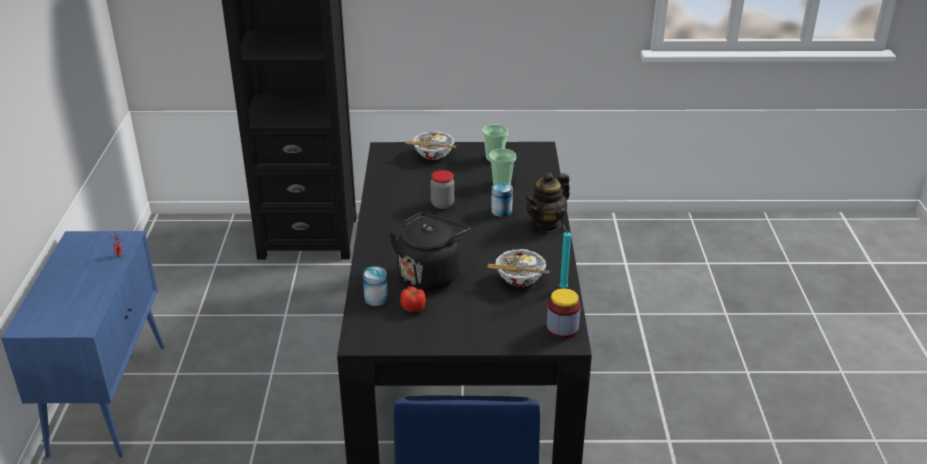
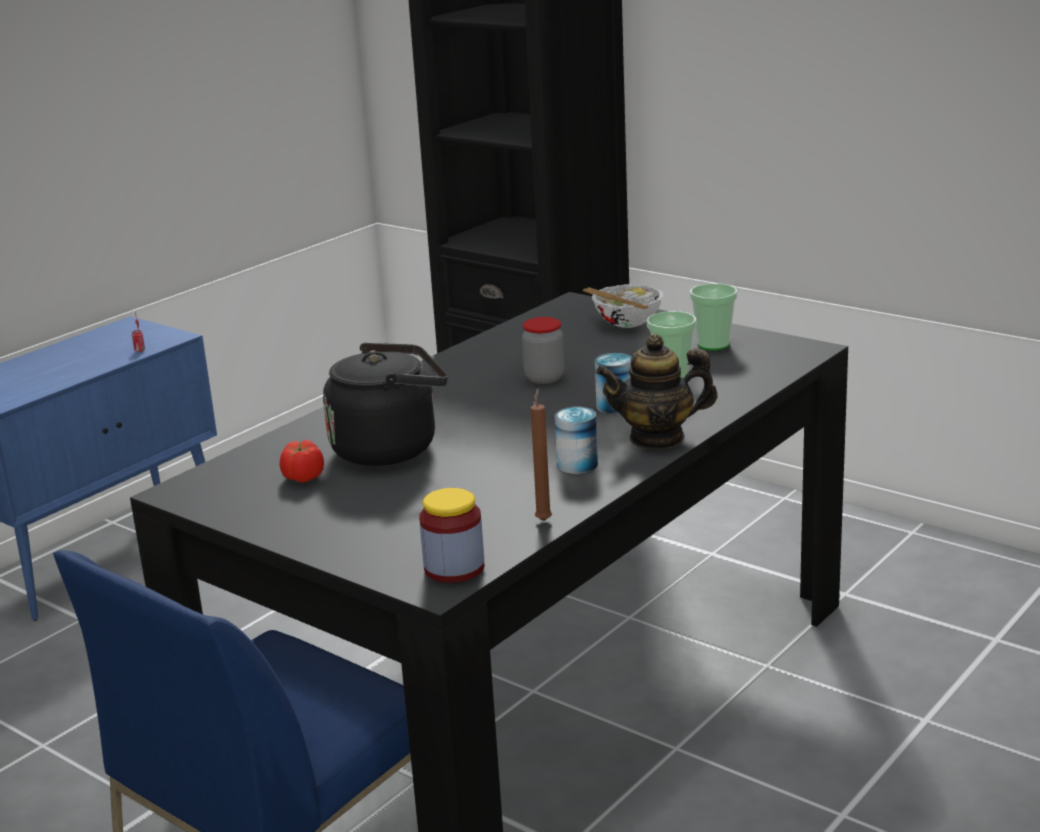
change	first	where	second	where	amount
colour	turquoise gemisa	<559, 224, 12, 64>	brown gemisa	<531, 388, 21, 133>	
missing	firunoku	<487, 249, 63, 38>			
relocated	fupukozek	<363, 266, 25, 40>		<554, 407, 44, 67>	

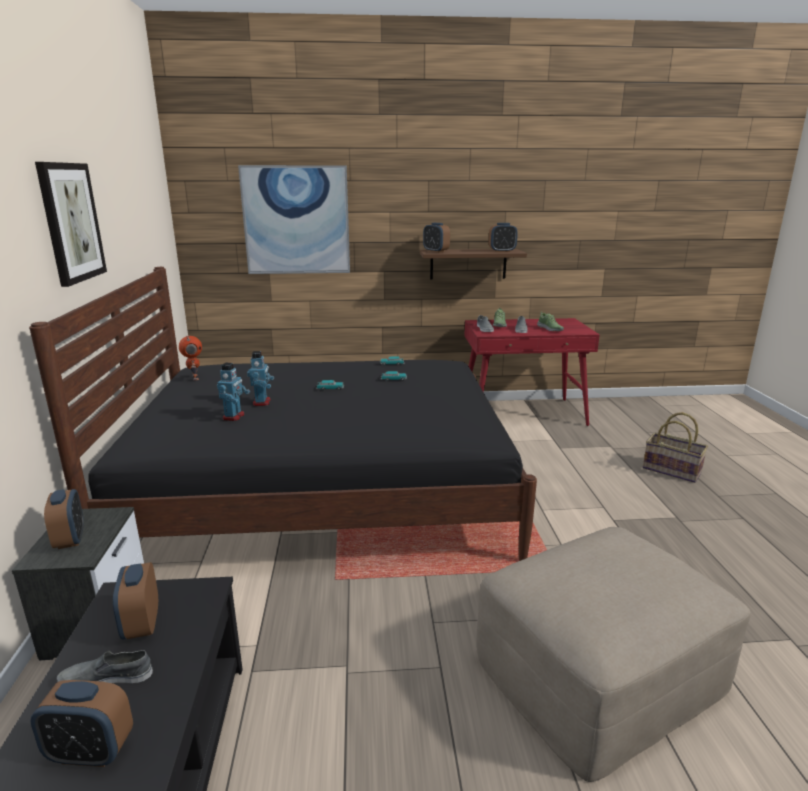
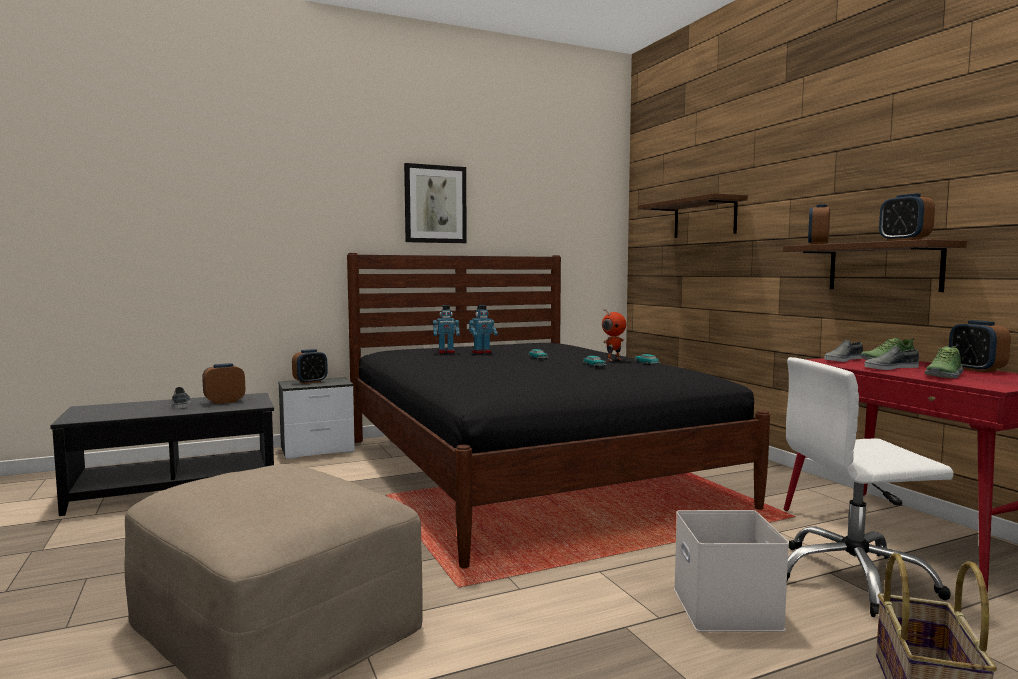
change	first	where	second	where	amount
exchanged	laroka	<238, 165, 112, 109>	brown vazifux	<638, 193, 110, 45>	
relocated	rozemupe	<179, 336, 23, 44>		<602, 309, 24, 52>	
relocated	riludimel	<30, 680, 103, 87>		<949, 320, 62, 52>	
appeared			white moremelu	<786, 357, 168, 260>	
appeared			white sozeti	<674, 510, 115, 122>	

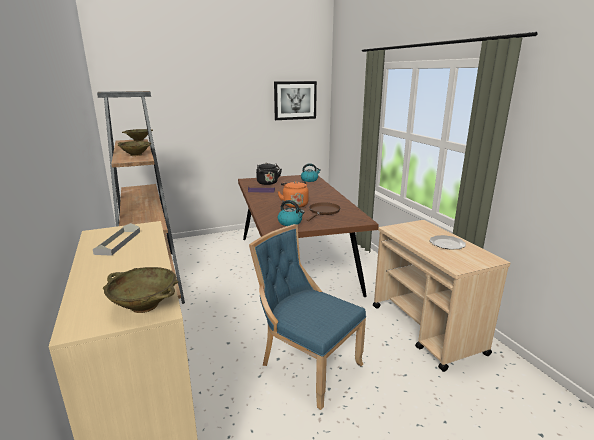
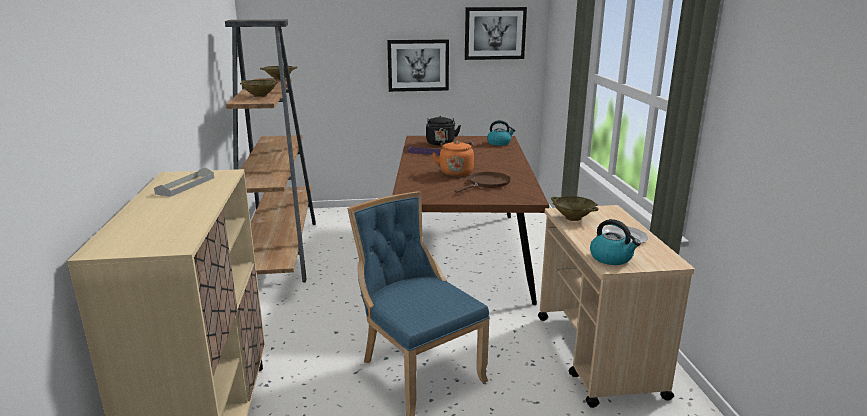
change	first	where	second	where	amount
relocated	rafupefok	<277, 200, 28, 26>		<590, 219, 51, 46>	
relocated	beige firunoku	<103, 267, 76, 46>		<551, 196, 48, 25>	
appeared			laroka	<387, 39, 62, 53>	

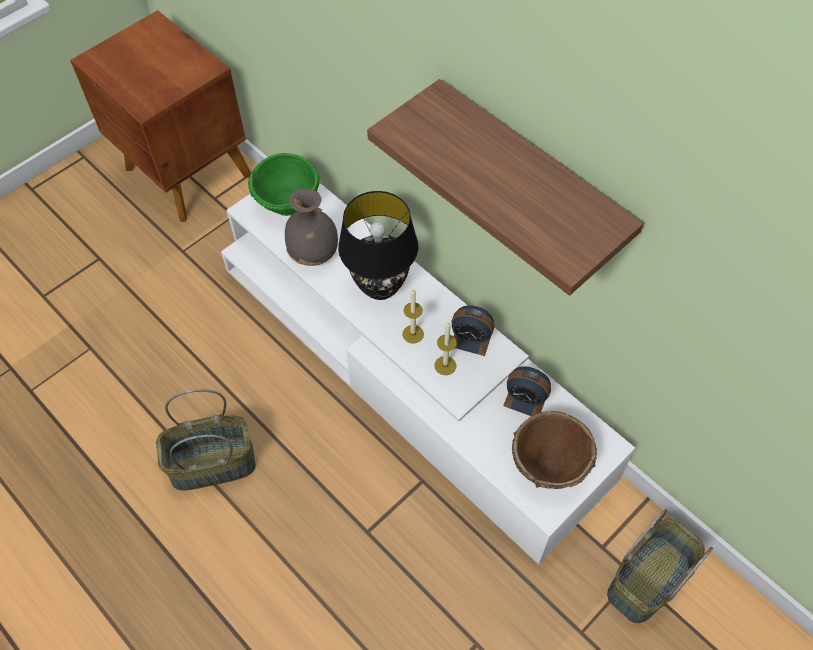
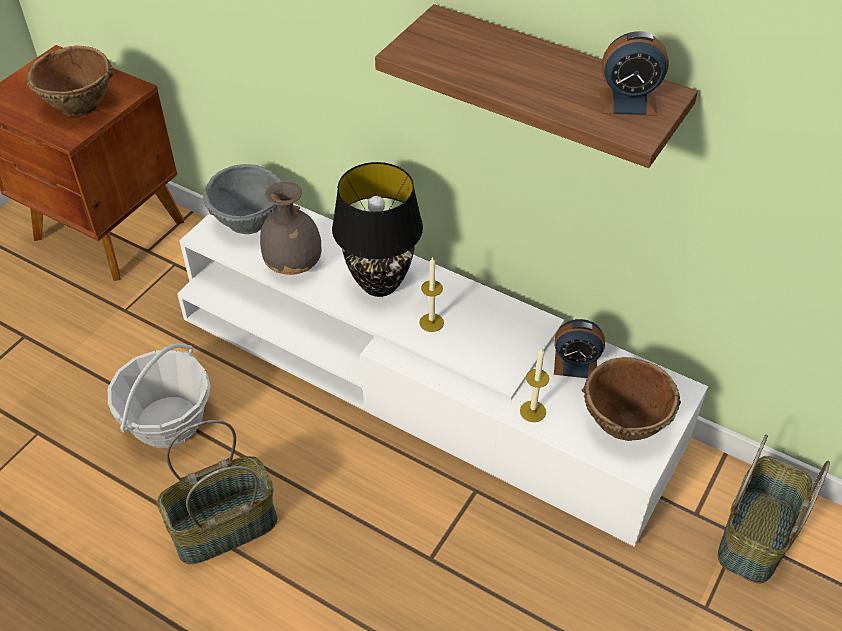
change	first	where	second	where	amount
colour	green firunoku	<248, 153, 72, 63>	grey firunoku	<203, 164, 78, 70>	
relocated	riludimel	<451, 305, 43, 51>		<600, 31, 69, 85>	
relocated	gemisa	<434, 322, 23, 53>		<520, 348, 29, 74>	
appeared			brown firunoku	<26, 45, 87, 72>	
appeared			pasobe	<108, 343, 103, 105>	

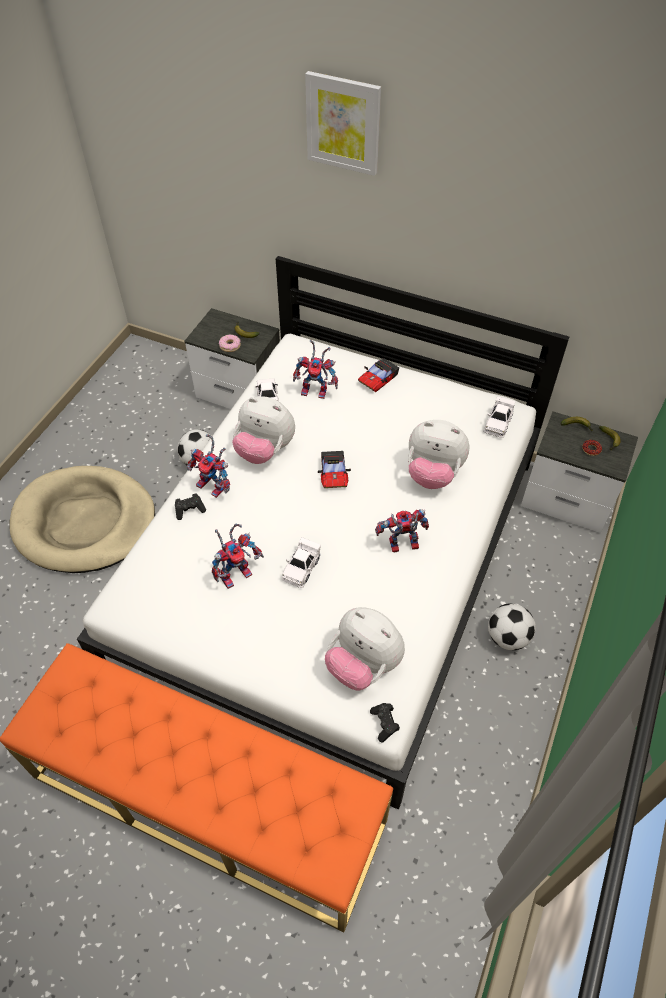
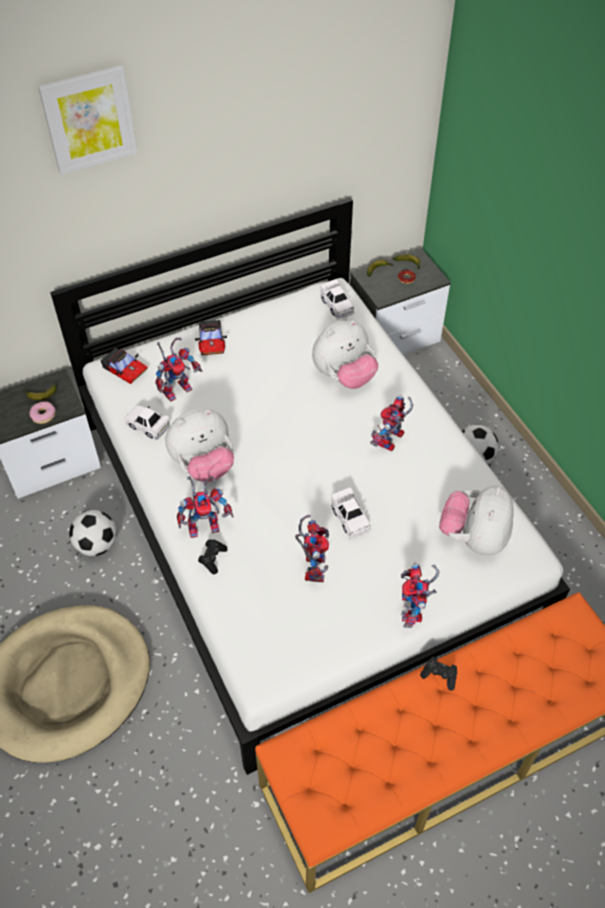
change	first	where	second	where	amount
relocated	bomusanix	<318, 451, 33, 37>		<101, 348, 47, 36>	
spun	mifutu	<325, 607, 80, 84>		<439, 486, 75, 69>	120 degrees clockwise
relocated	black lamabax	<370, 703, 30, 40>		<420, 656, 37, 35>	
appeared			rozemupe	<401, 562, 38, 66>	

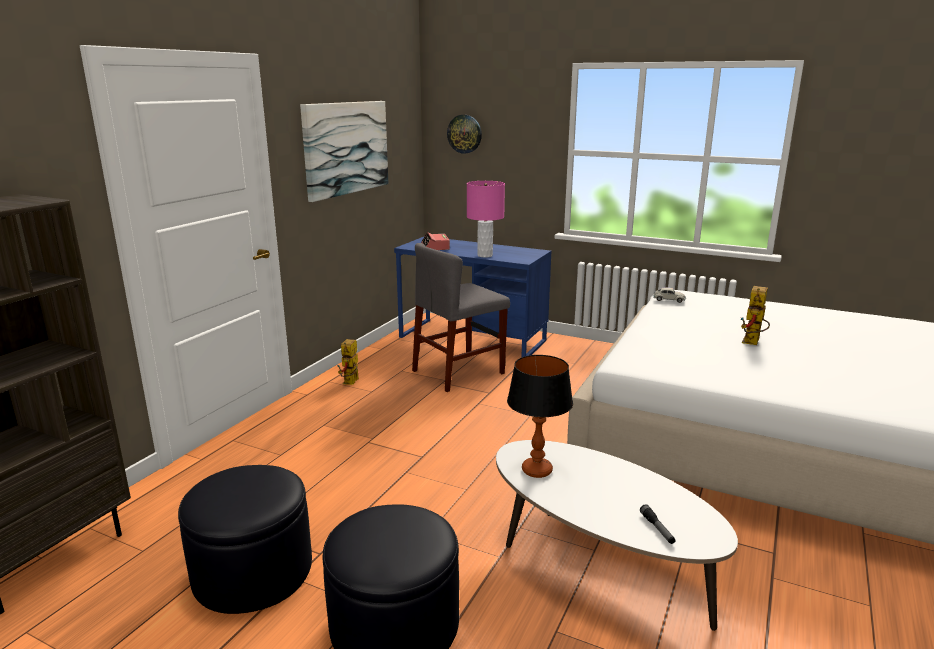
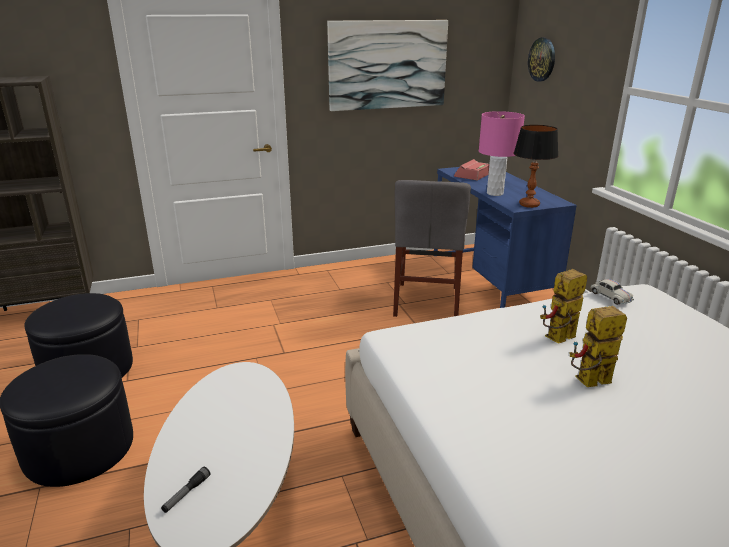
change	first	where	second	where	amount
spun	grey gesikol	<412, 243, 98, 149>		<393, 180, 78, 137>	90 degrees counterclockwise
relocated	rozemupe	<337, 339, 22, 46>		<540, 269, 47, 75>	
relocated	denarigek	<507, 355, 66, 123>		<514, 125, 44, 83>	

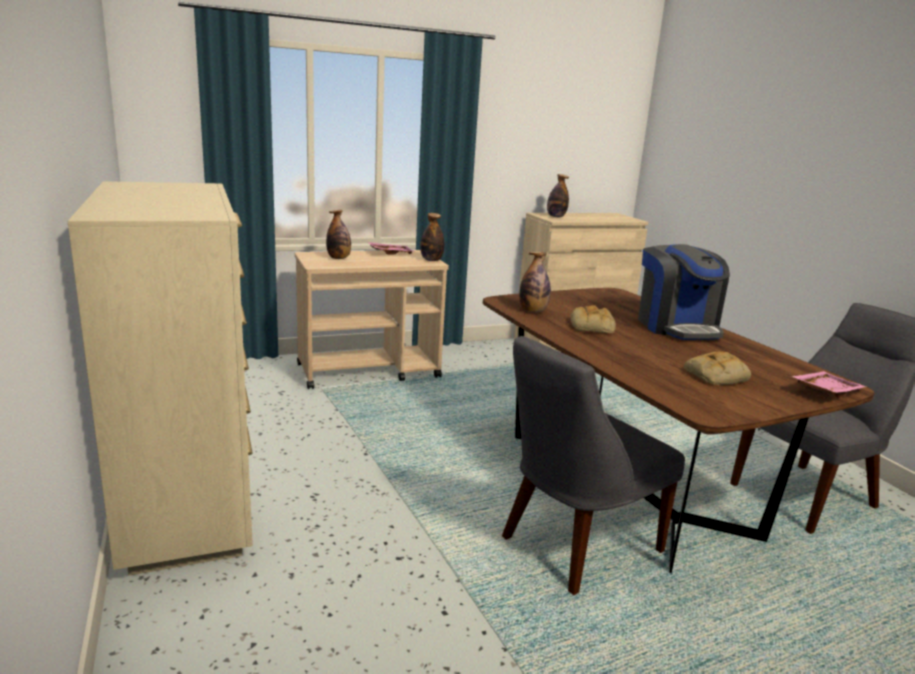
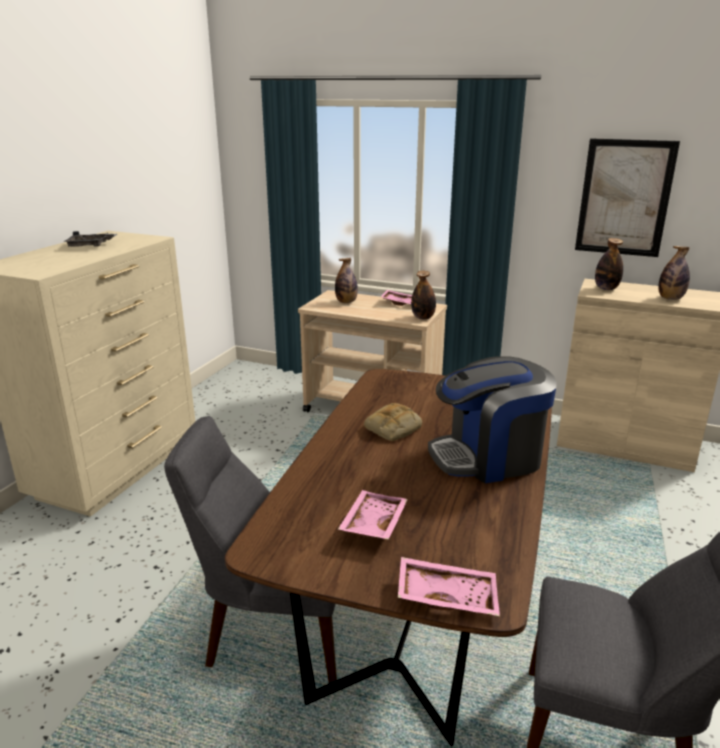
change	first	where	second	where	amount
spun	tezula	<638, 244, 92, 96>		<428, 356, 129, 127>	45 degrees clockwise
relocated	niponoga	<519, 252, 32, 61>		<658, 246, 32, 54>	
exchanged	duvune	<684, 352, 67, 33>	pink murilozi	<338, 490, 70, 50>	
appeared			laroka	<575, 138, 105, 119>	
appeared			grey murilozi	<64, 231, 53, 16>	

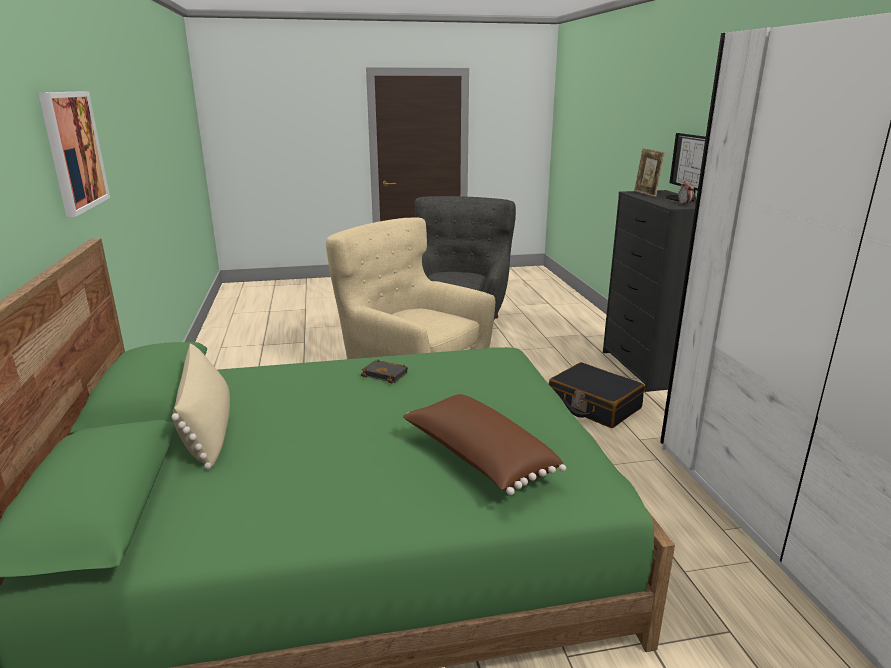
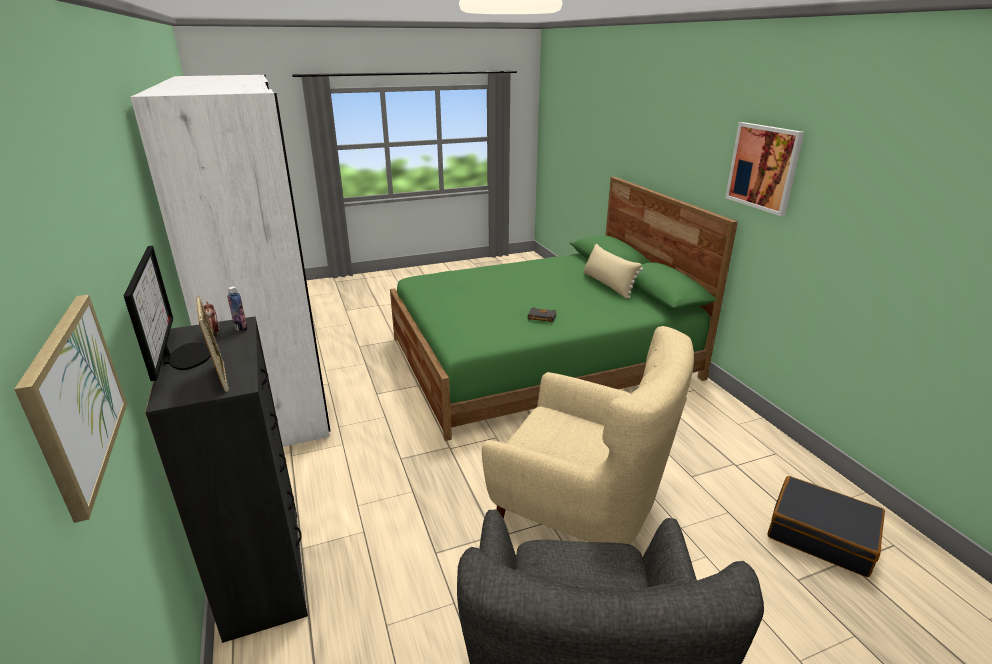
change	first	where	second	where	amount
relocated	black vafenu	<549, 362, 96, 66>		<767, 476, 118, 101>	
missing	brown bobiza	<403, 394, 163, 101>			
appeared			niponoga	<227, 286, 21, 46>	
appeared			laroka	<14, 295, 113, 228>	

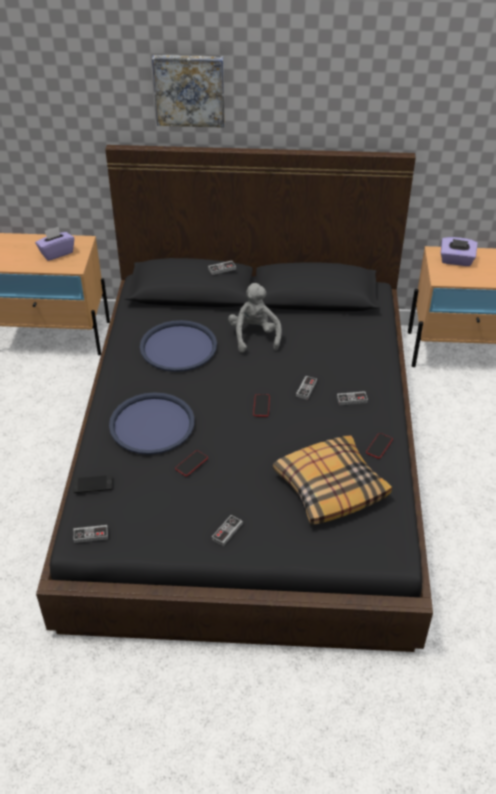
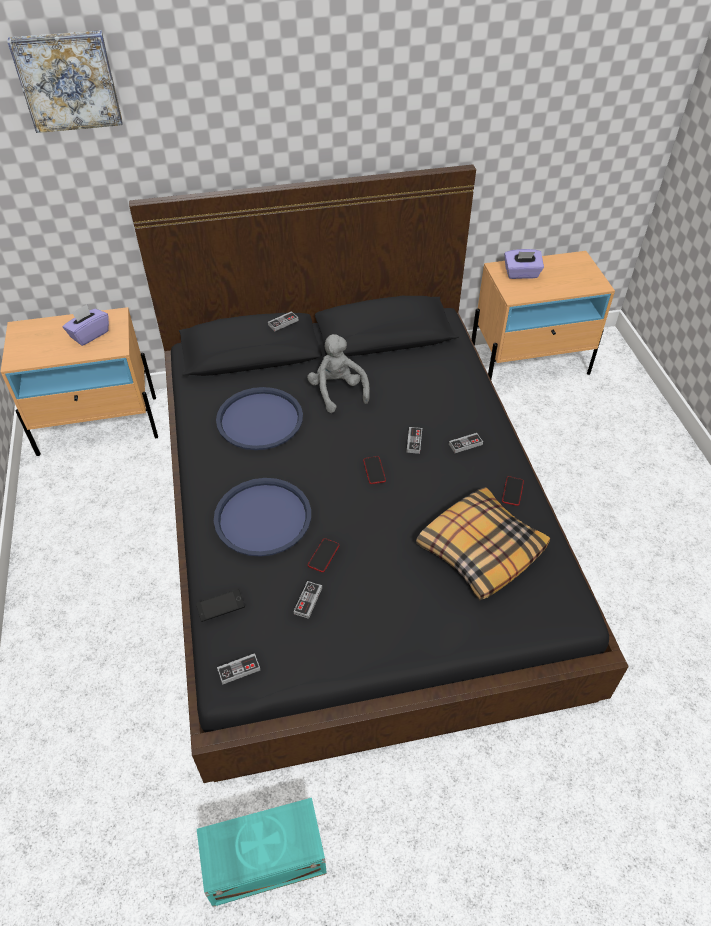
change	first	where	second	where	amount
relocated	laroka	<152, 55, 73, 73>		<7, 30, 115, 103>	
relocated	lamabax	<212, 515, 31, 31>		<294, 581, 28, 38>	
appeared			turquoise sozeti	<197, 798, 130, 109>	

